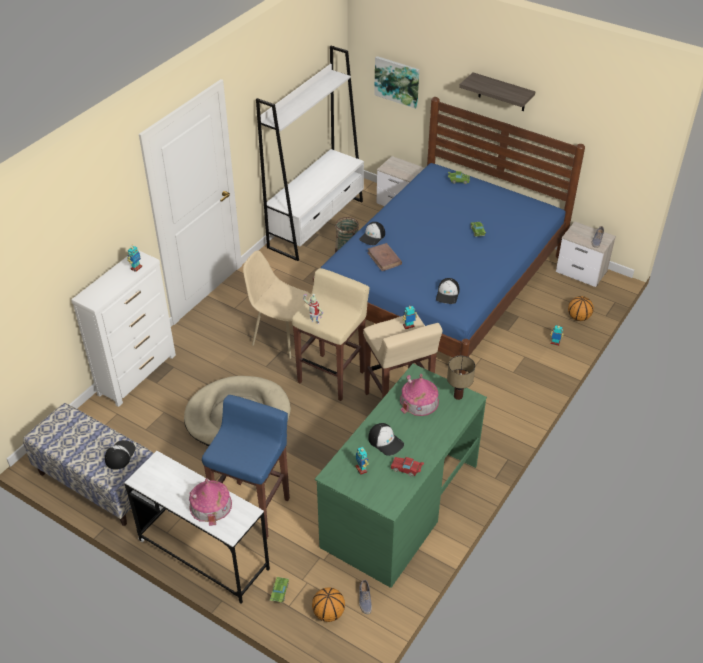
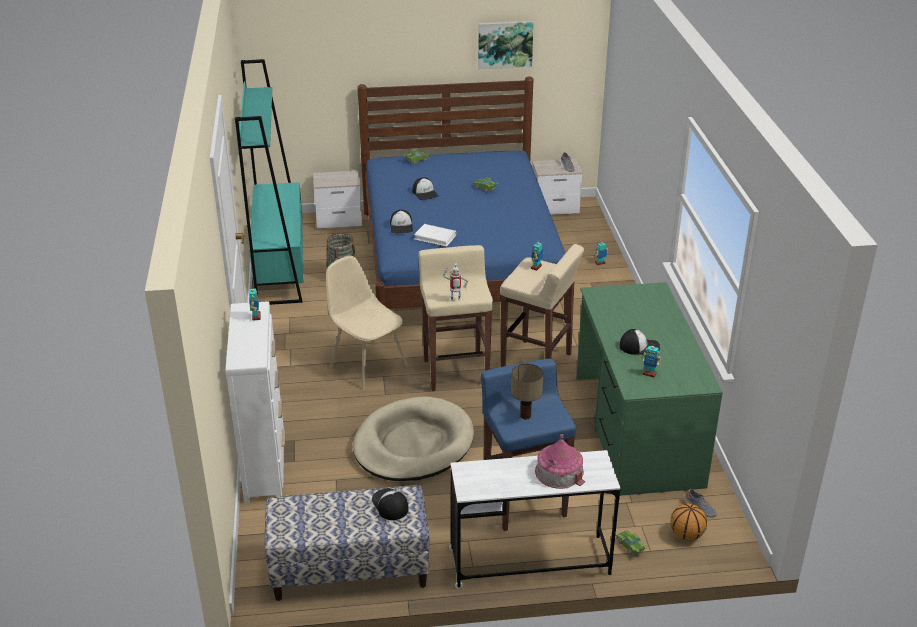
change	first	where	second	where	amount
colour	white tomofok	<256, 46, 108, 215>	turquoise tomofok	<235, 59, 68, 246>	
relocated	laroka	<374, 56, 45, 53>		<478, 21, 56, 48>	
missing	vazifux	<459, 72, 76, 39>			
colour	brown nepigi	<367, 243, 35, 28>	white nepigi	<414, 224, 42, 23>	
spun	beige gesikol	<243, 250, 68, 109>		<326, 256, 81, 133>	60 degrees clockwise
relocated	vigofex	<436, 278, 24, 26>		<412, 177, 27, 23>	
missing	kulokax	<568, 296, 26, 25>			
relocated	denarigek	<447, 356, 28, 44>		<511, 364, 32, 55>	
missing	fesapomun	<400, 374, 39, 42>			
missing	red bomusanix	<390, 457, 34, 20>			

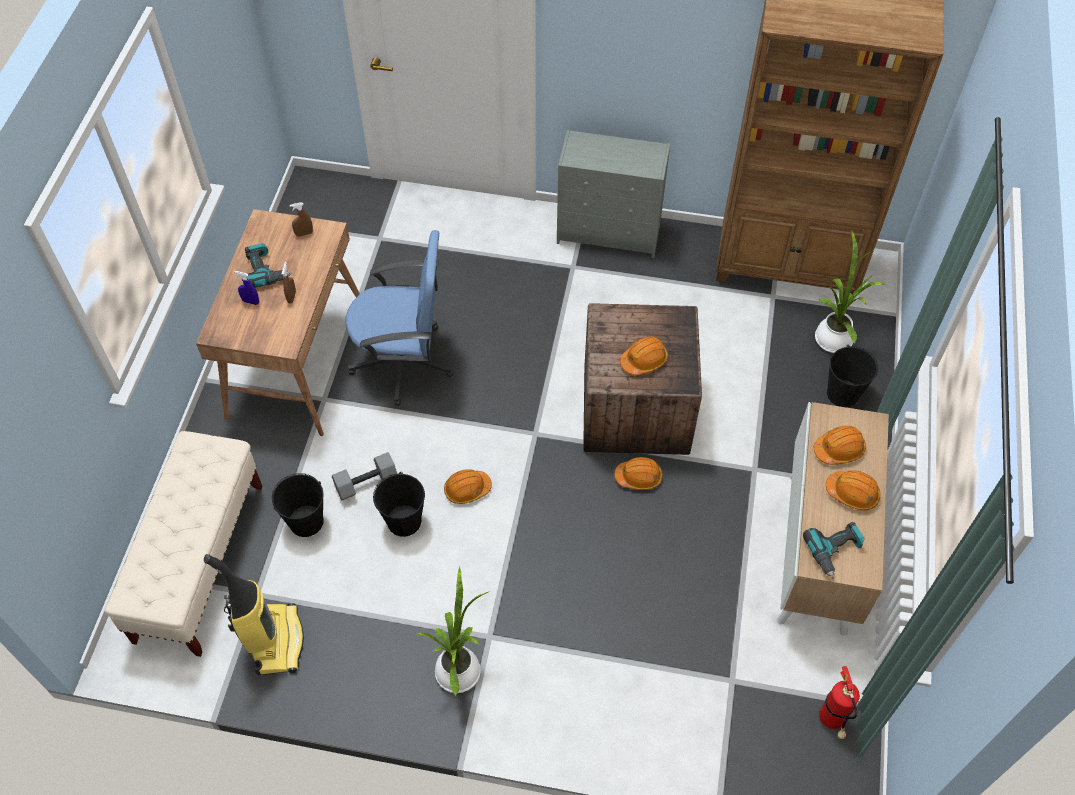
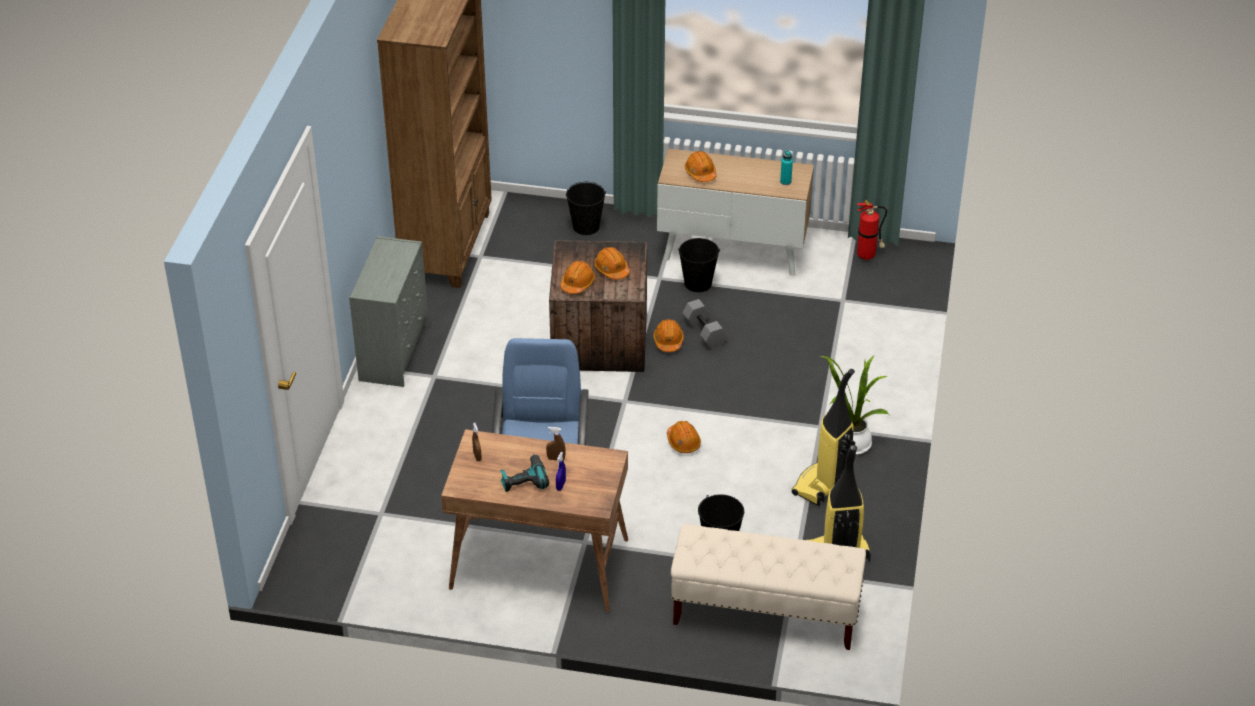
change	first	where	second	where	amount
missing	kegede	<815, 229, 70, 124>			
relocated	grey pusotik	<332, 452, 65, 48>		<682, 299, 45, 50>	
relocated	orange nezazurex	<826, 470, 55, 40>		<560, 261, 35, 33>	
relocated	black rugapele	<373, 472, 52, 65>		<678, 238, 42, 54>	
exchanged	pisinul	<803, 522, 62, 56>	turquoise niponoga	<780, 150, 13, 35>	
appeared			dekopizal	<792, 369, 63, 137>	

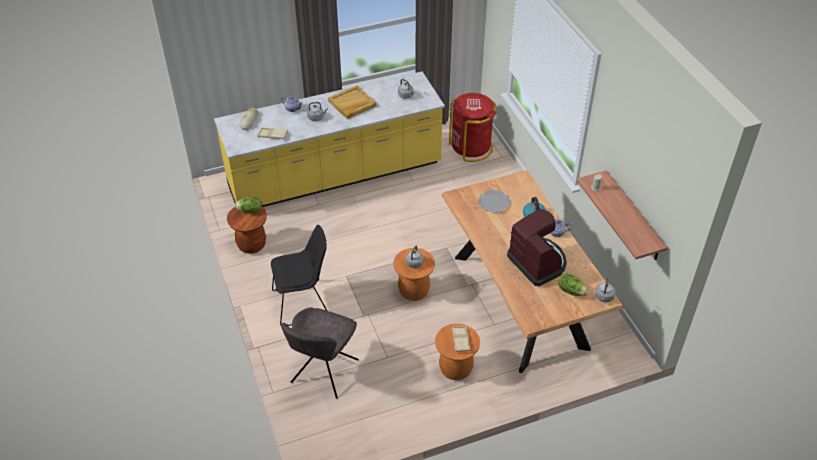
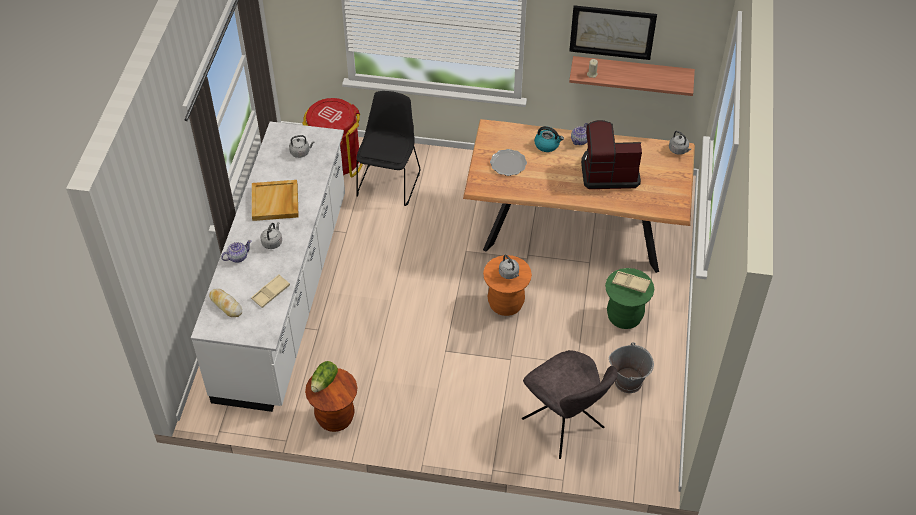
change	first	where	second	where	amount
colour	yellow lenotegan	<214, 71, 231, 136>	white lenotegan	<191, 122, 154, 290>	
relocated	black gesikol	<271, 225, 56, 101>		<356, 91, 64, 115>	
missing	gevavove	<558, 274, 30, 22>			
colour	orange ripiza	<435, 324, 45, 56>	green ripiza	<605, 268, 49, 61>	
appeared			laroka	<569, 5, 88, 55>	
appeared			grey rugapele	<609, 342, 45, 51>	

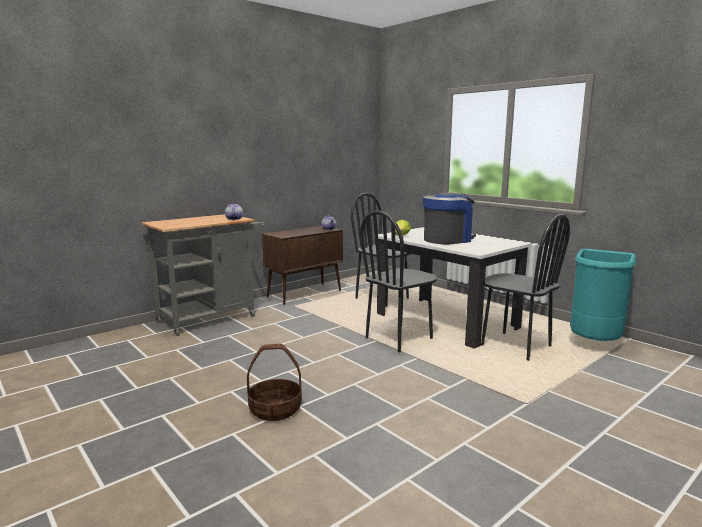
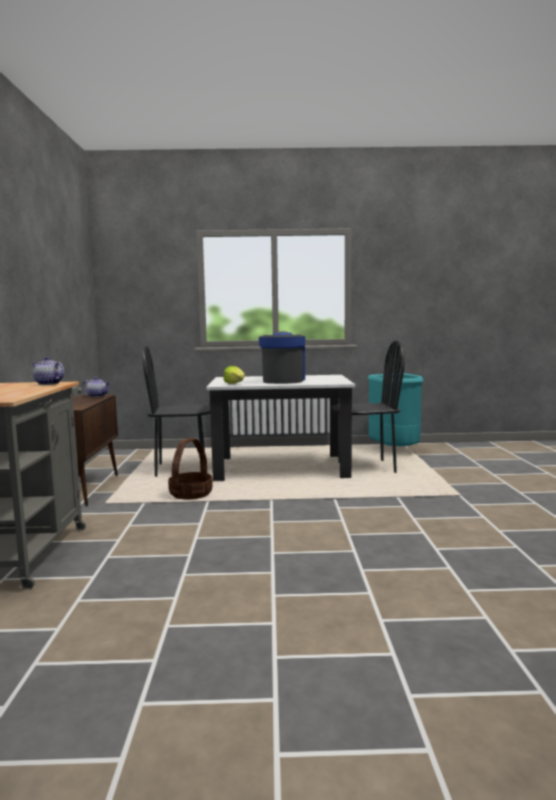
change	first	where	second	where	amount
missing	black gesikol	<360, 211, 77, 141>			
relocated	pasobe	<247, 344, 55, 77>		<168, 438, 45, 62>	

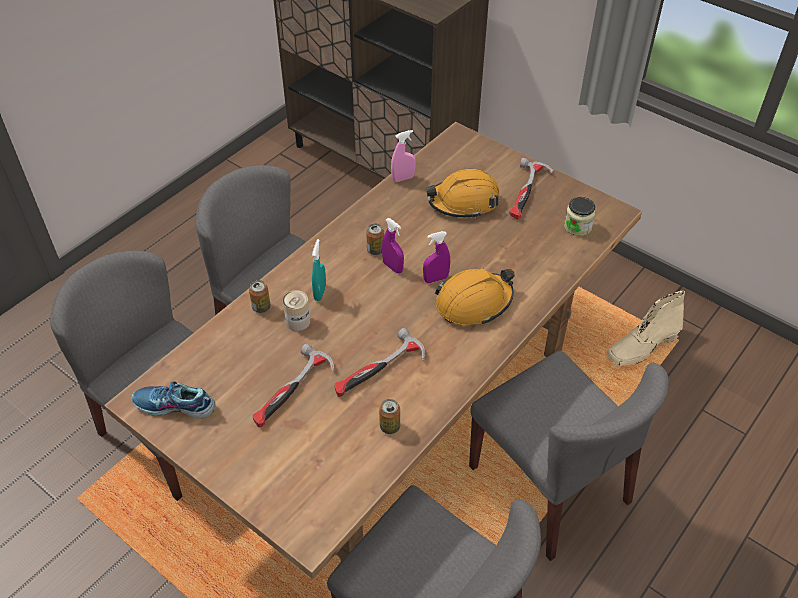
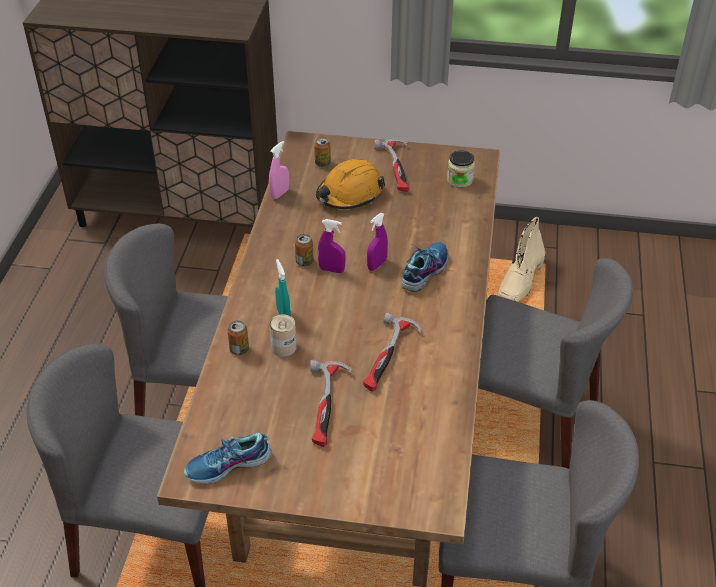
change	first	where	second	where	amount
exchanged	orange nezazurex	<435, 269, 80, 56>	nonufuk	<401, 242, 47, 50>	
relocated	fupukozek	<379, 399, 21, 35>		<314, 137, 17, 30>	

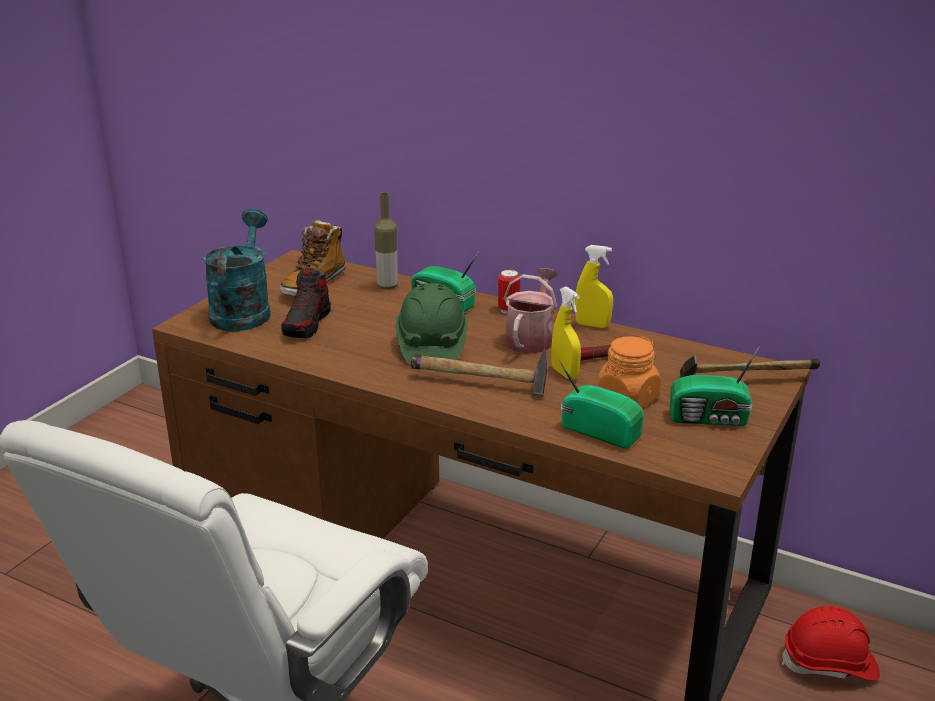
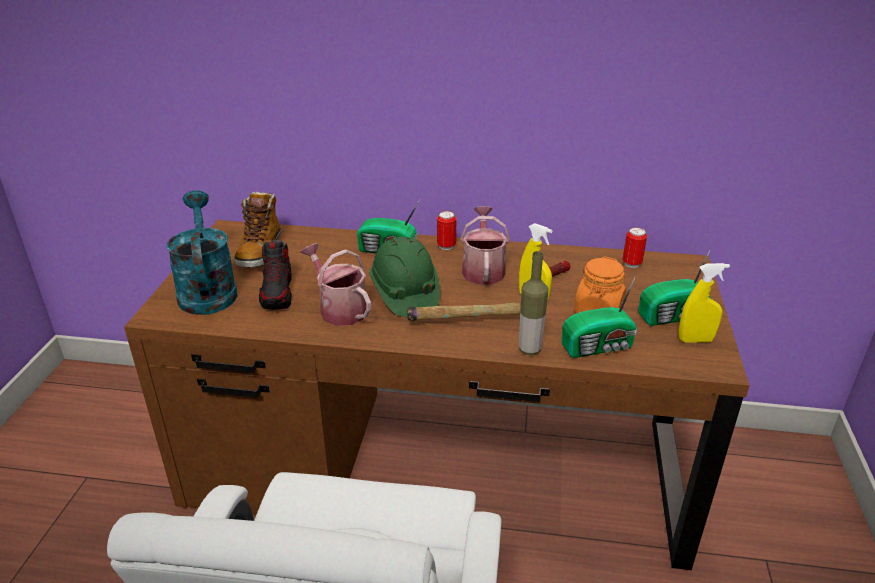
change	first	where	second	where	amount
relocated	niponoga	<374, 192, 24, 97>		<519, 251, 29, 104>	
relocated	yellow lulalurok	<575, 245, 38, 83>		<679, 263, 51, 80>	
missing	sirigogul	<680, 355, 140, 23>			
spun	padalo	<558, 358, 86, 91>		<562, 278, 75, 80>	150 degrees clockwise
missing	red nezazurex	<782, 606, 98, 75>			
appeared			fupukozek	<623, 227, 24, 41>	
appeared			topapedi	<300, 243, 71, 83>	

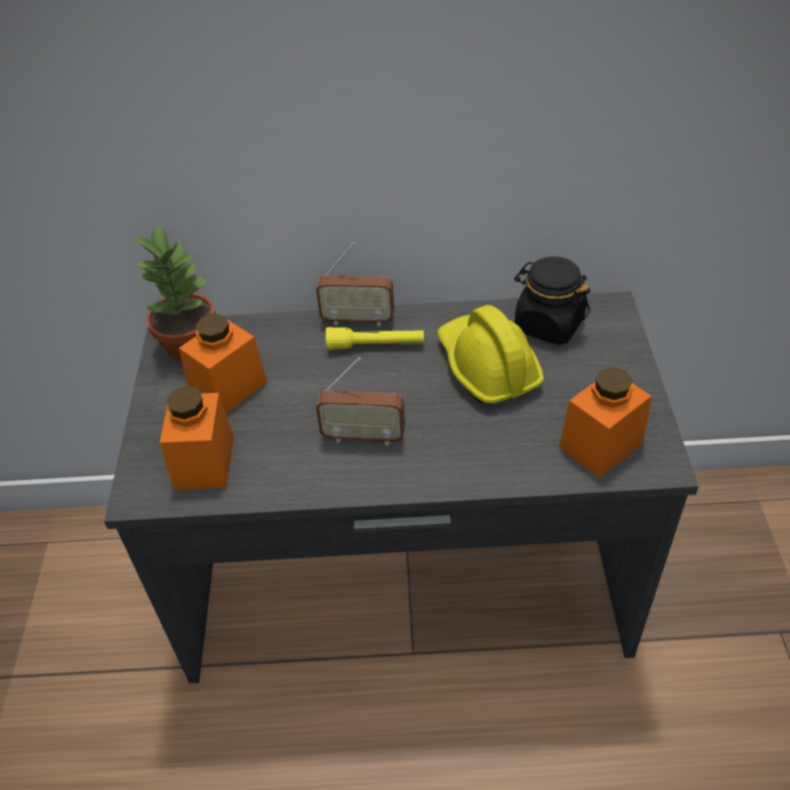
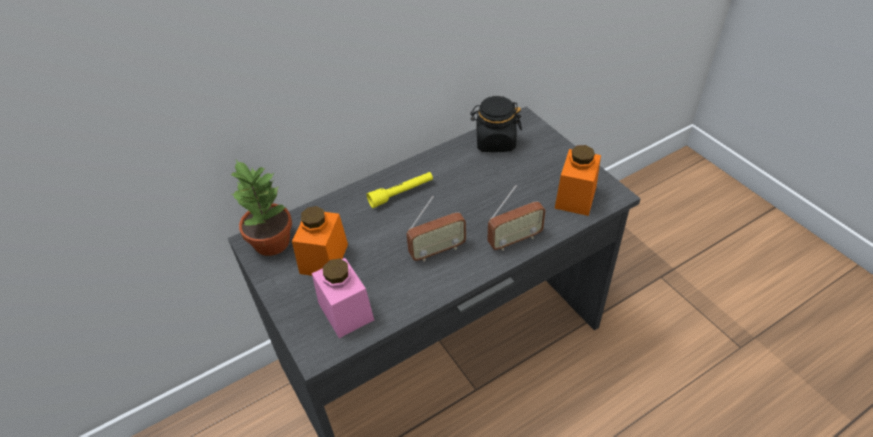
change	first	where	second	where	amount
relocated	padalo	<316, 242, 78, 84>		<487, 185, 59, 66>	
missing	yellow nezazurex	<437, 305, 107, 98>			
colour	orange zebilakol	<160, 386, 74, 104>	pink zebilakol	<312, 258, 62, 80>	

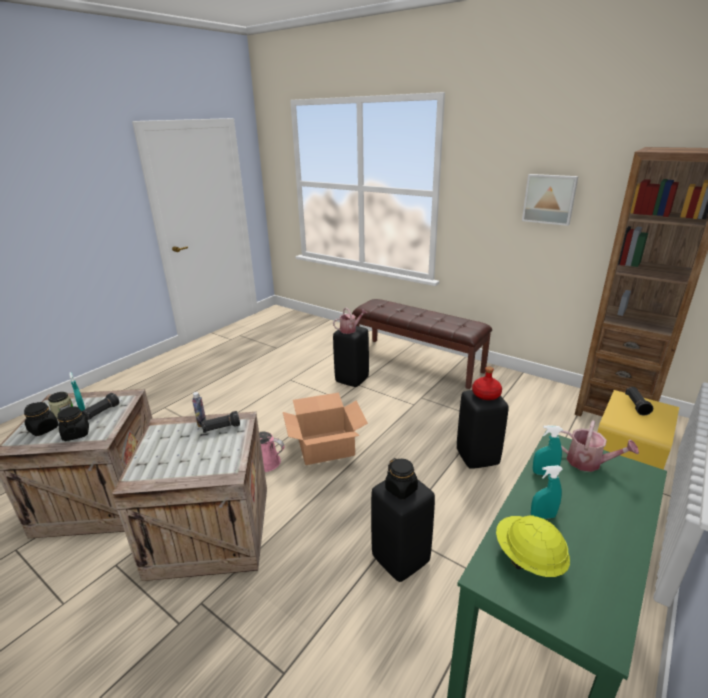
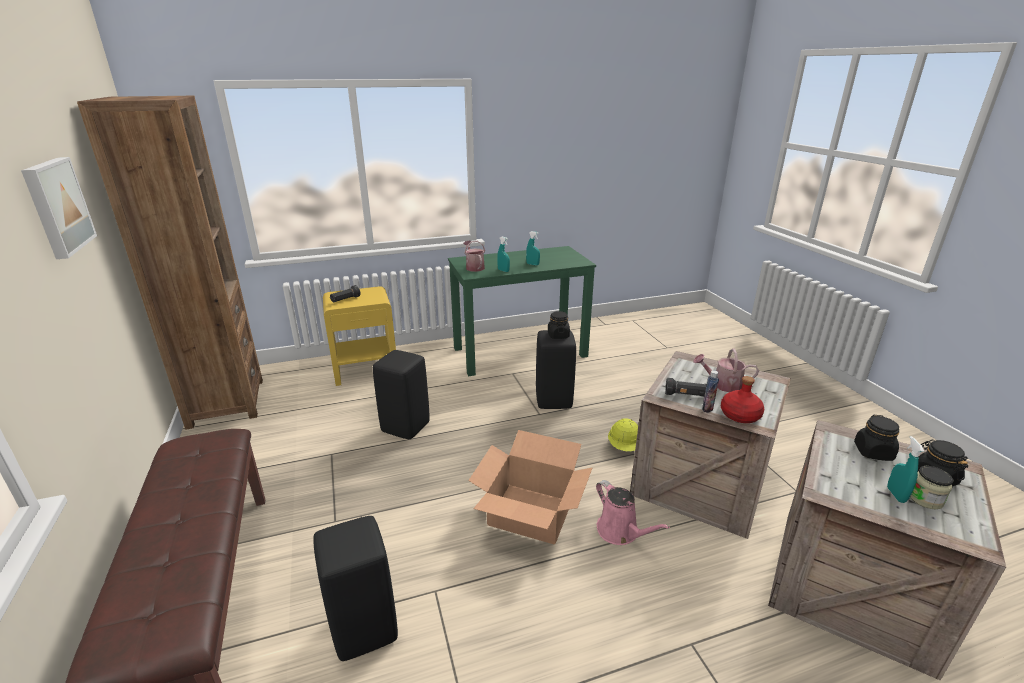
change	first	where	second	where	amount
relocated	topapedi	<333, 308, 34, 26>		<693, 348, 66, 44>	
relocated	red niponoga	<472, 366, 30, 34>		<721, 376, 43, 47>	
missing	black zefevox	<82, 393, 37, 27>			
relocated	yellow nezazurex	<496, 515, 74, 62>		<608, 418, 30, 33>	

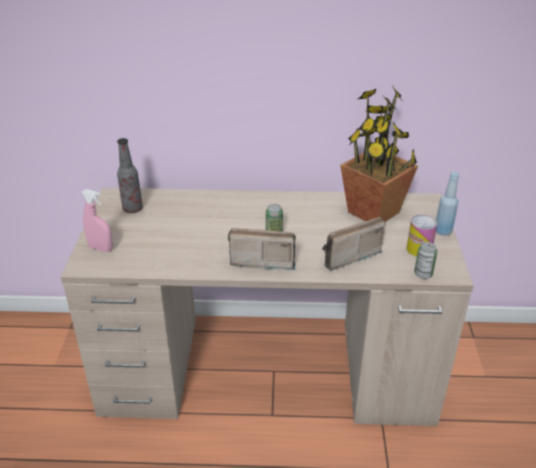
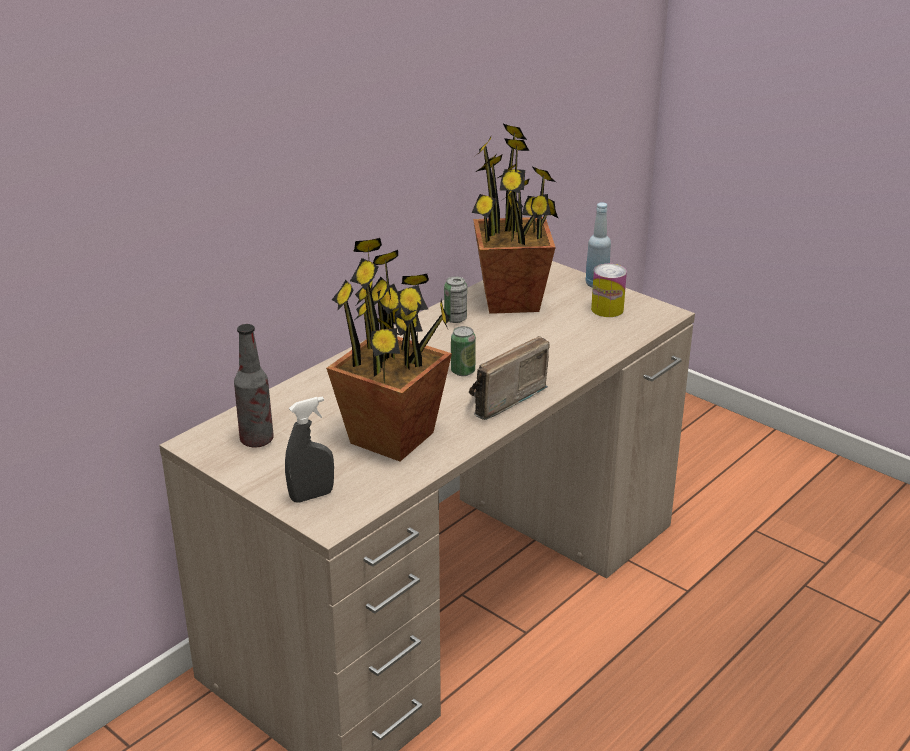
change	first	where	second	where	amount
colour	pink lulalurok	<81, 189, 32, 63>	grey lulalurok	<285, 396, 49, 107>	
missing	padalo	<322, 217, 64, 54>			
relocated	fupukozek	<414, 242, 23, 37>		<444, 276, 23, 47>	
appeared			kegede	<326, 238, 126, 223>	

